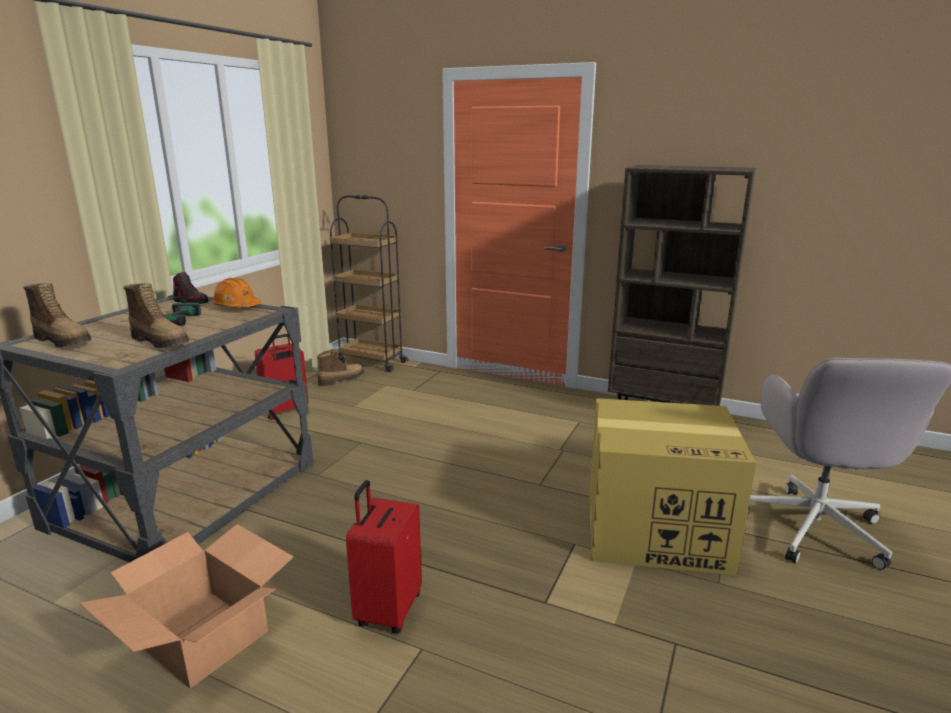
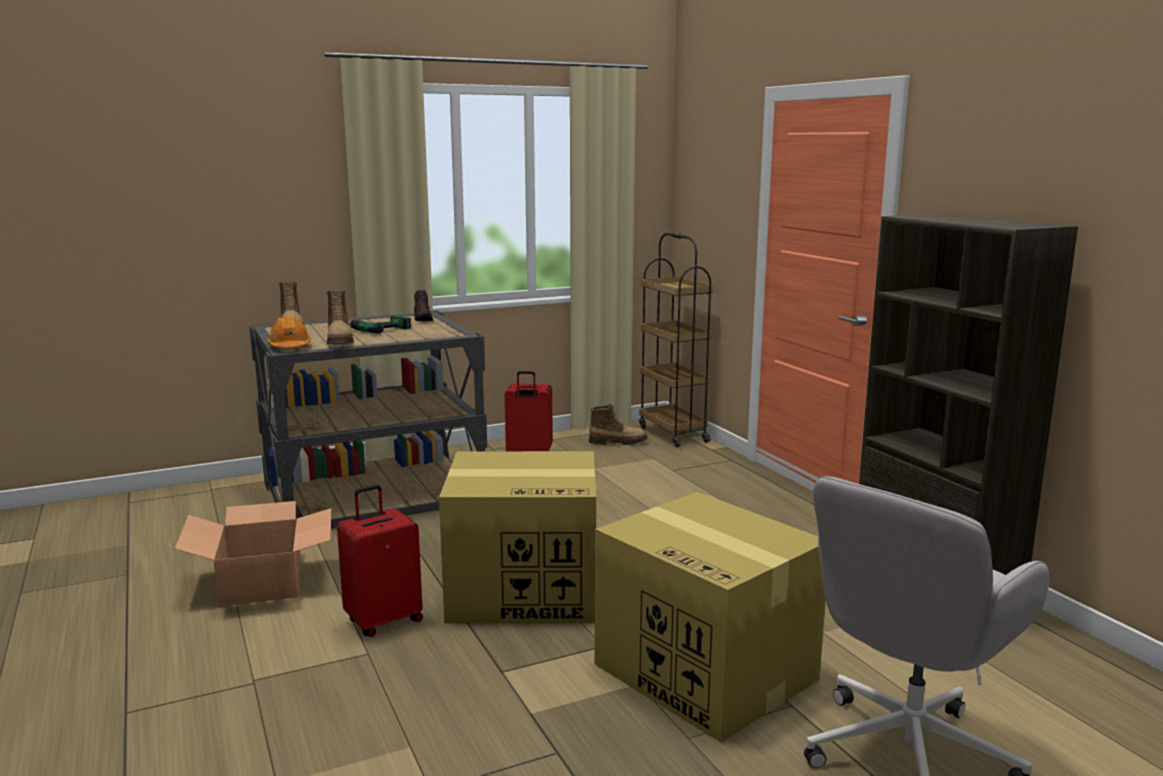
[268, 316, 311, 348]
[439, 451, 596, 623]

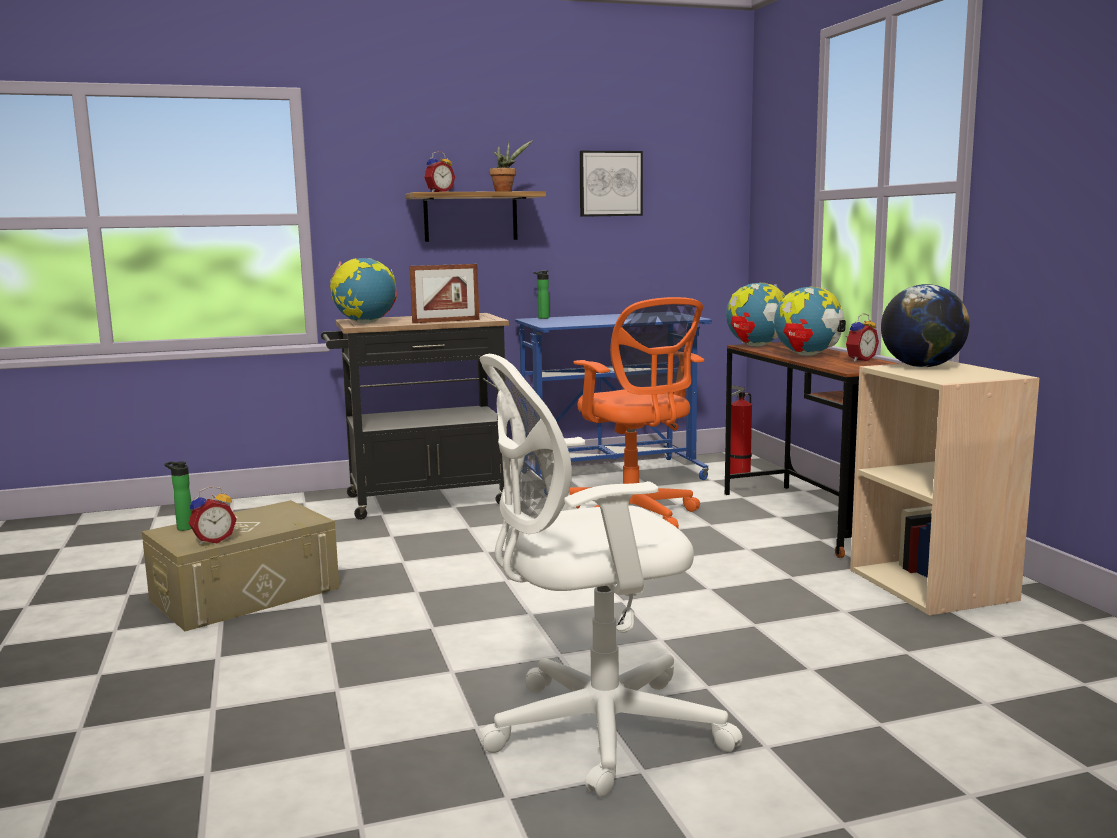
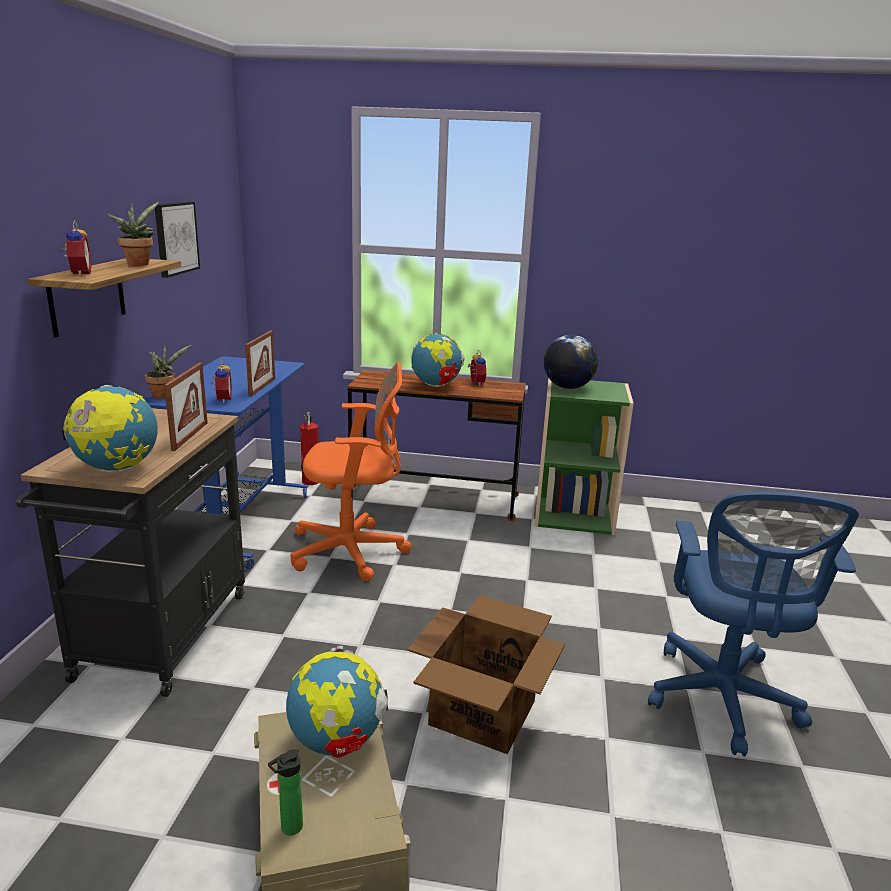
[211, 360, 232, 403]
[648, 491, 859, 756]
[145, 344, 191, 399]
[286, 646, 388, 758]
[535, 378, 634, 535]
[245, 330, 275, 397]
[408, 595, 565, 754]

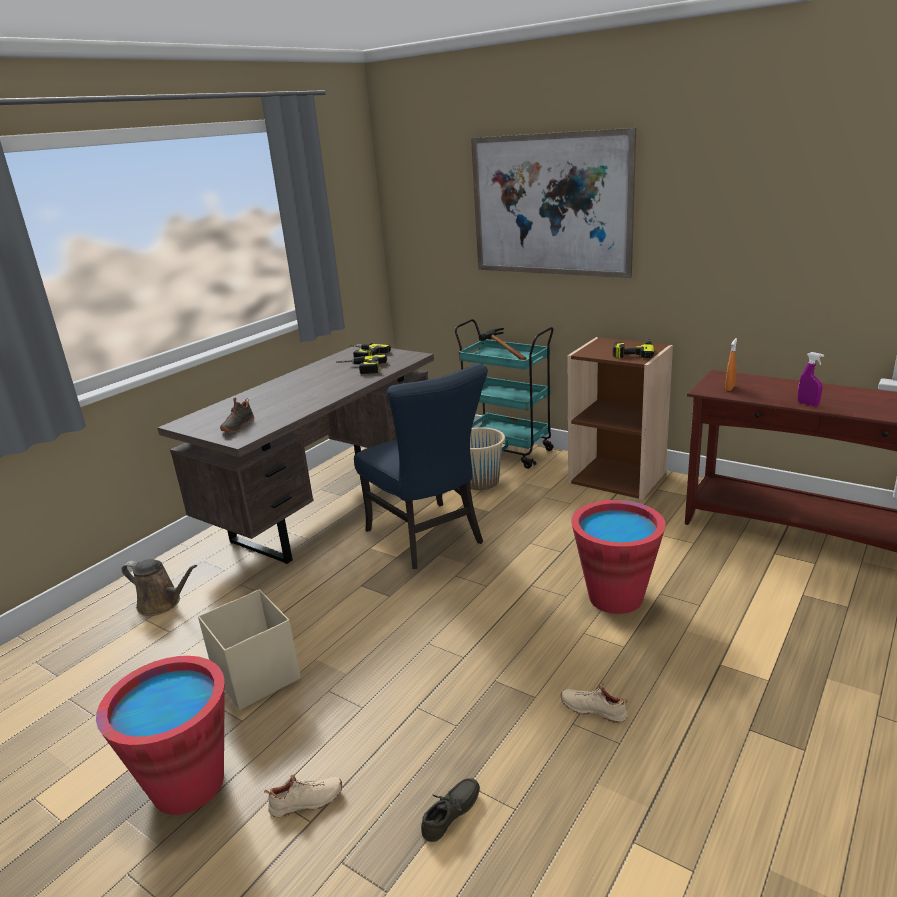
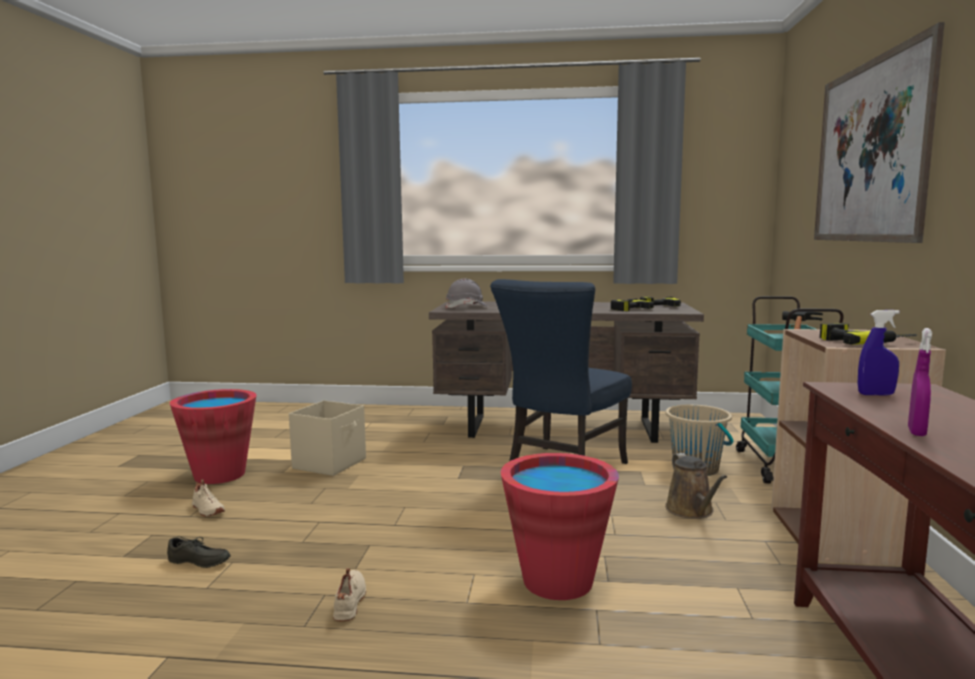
[665, 453, 727, 519]
[446, 278, 488, 308]
[858, 310, 900, 395]

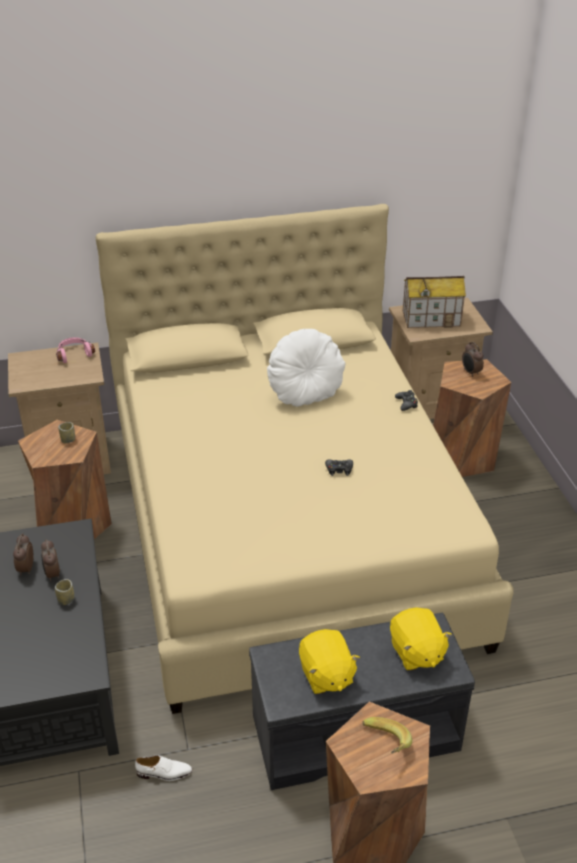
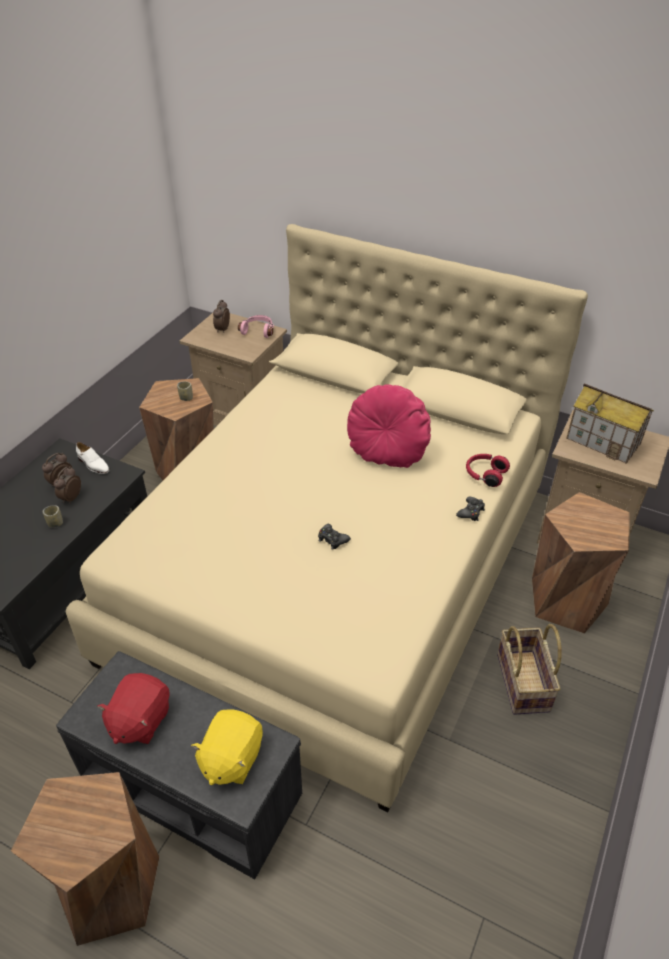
[76, 442, 109, 474]
[347, 384, 431, 468]
[97, 673, 169, 744]
[362, 717, 412, 753] (first image)
[213, 300, 230, 333]
[466, 454, 510, 487]
[497, 624, 562, 715]

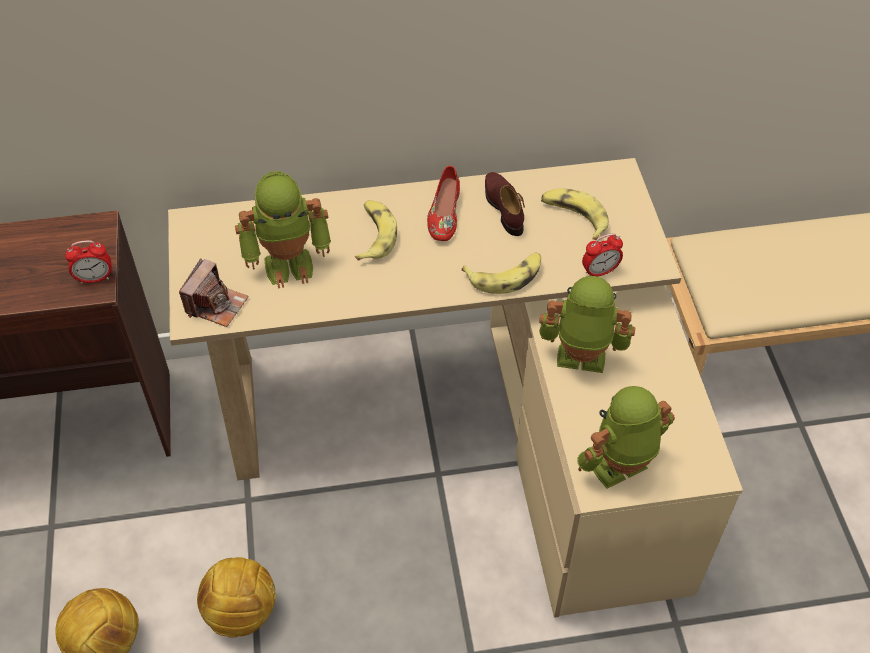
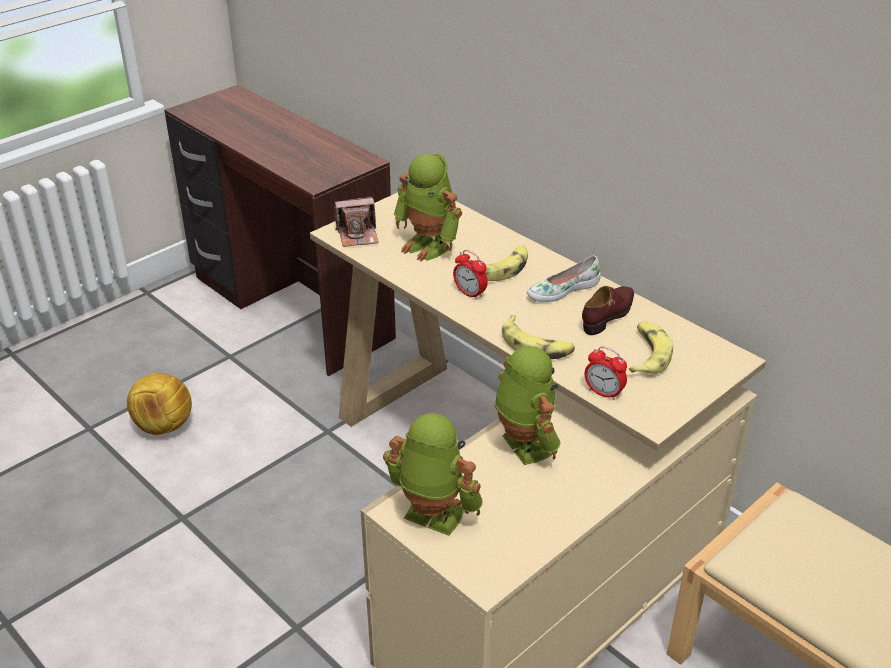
[453, 250, 488, 300]
[197, 557, 276, 637] (first image)
[527, 256, 601, 302]

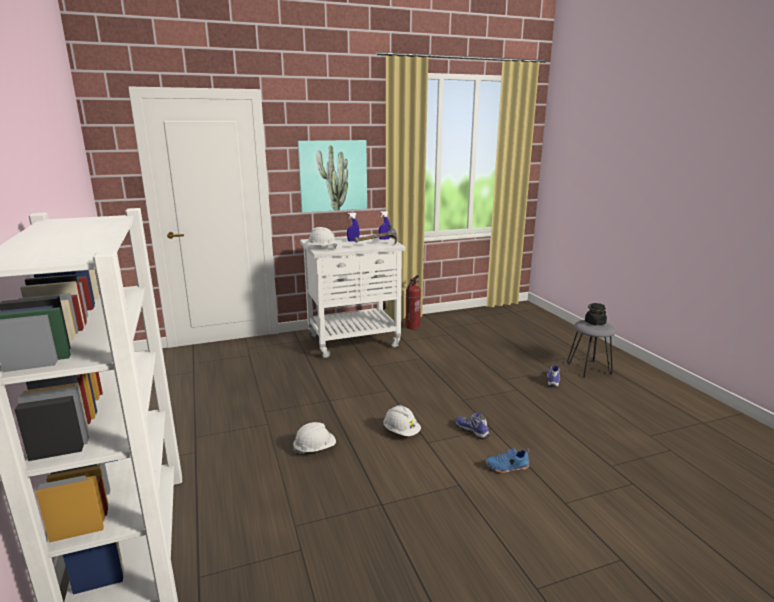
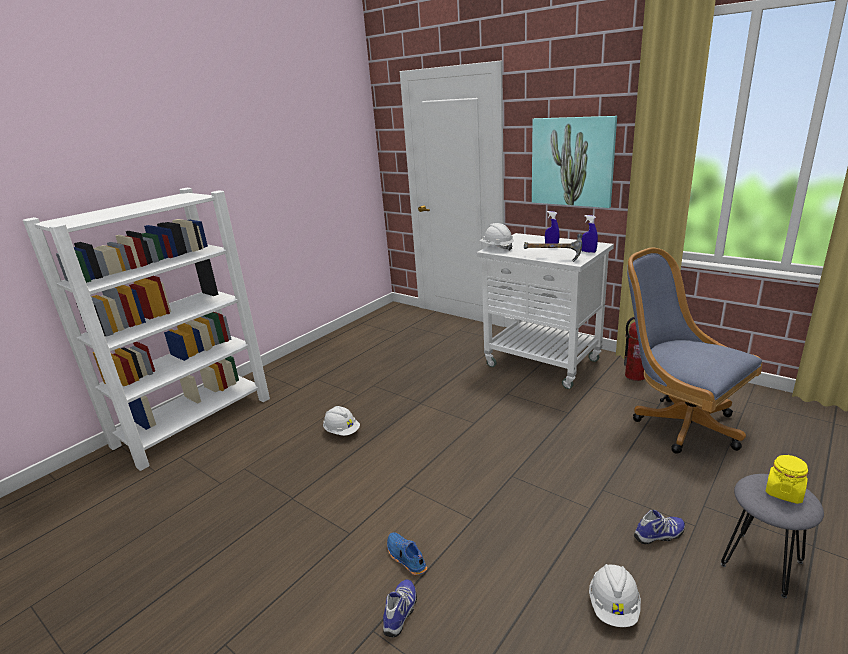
[589, 564, 641, 627]
[383, 579, 417, 637]
[766, 455, 808, 504]
[627, 247, 762, 454]

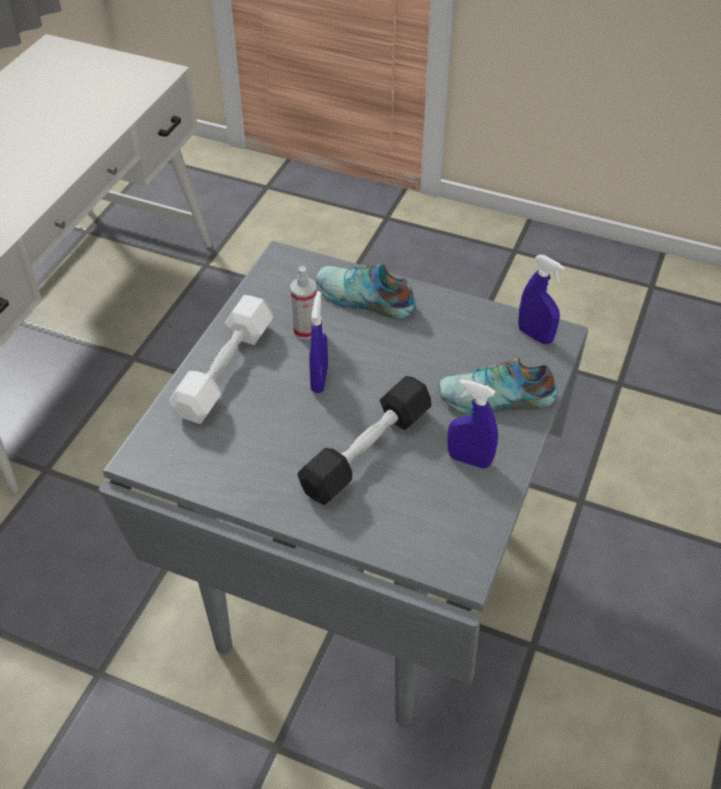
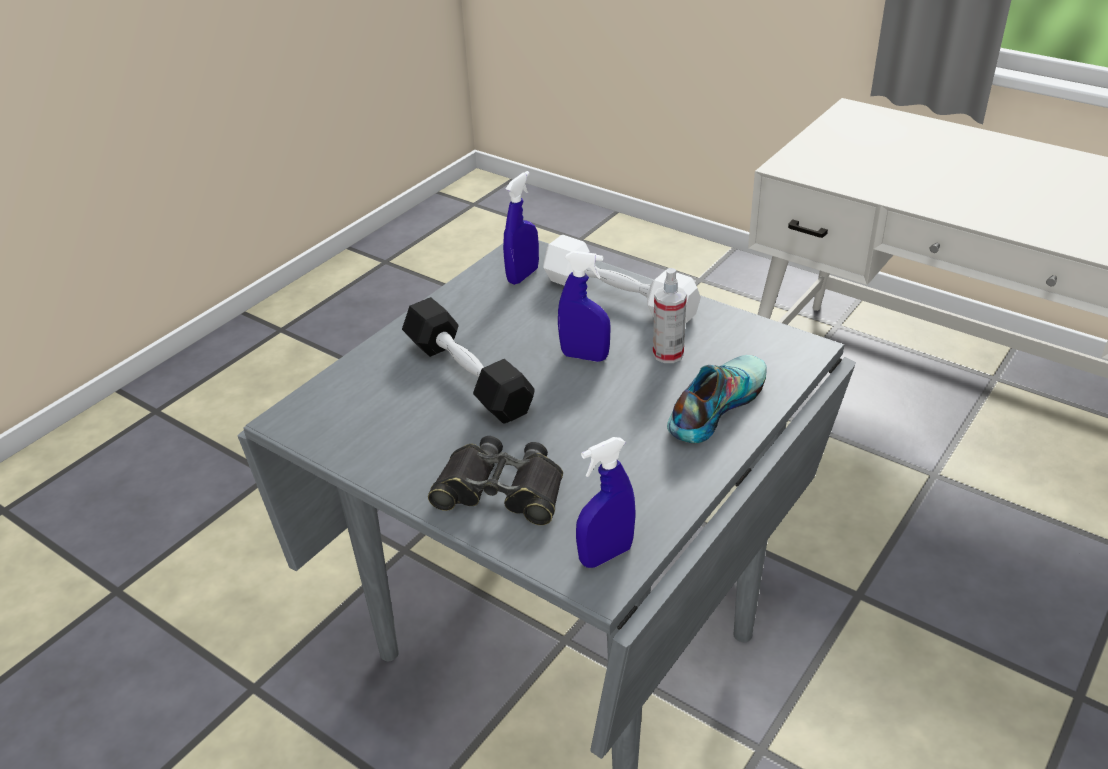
[428, 436, 563, 525]
[503, 171, 539, 285]

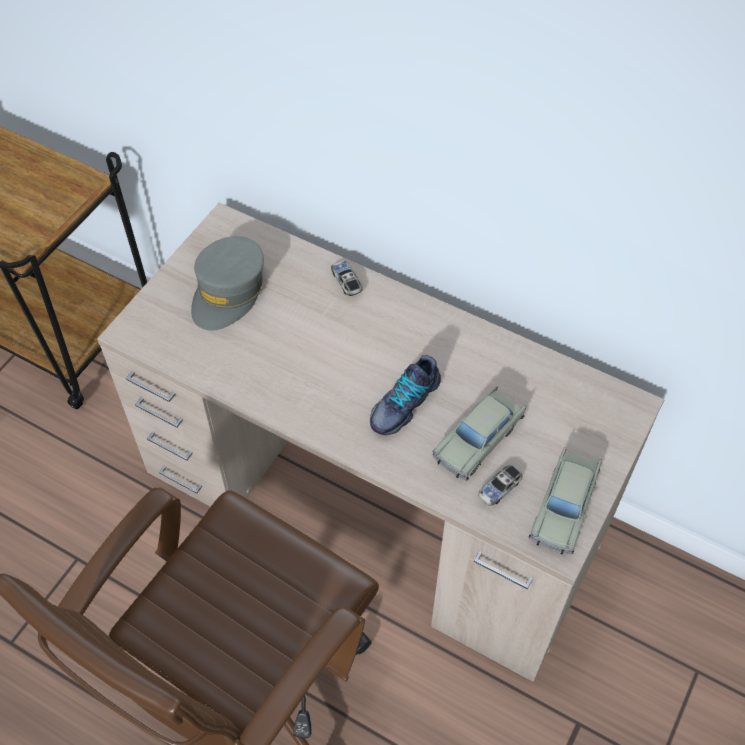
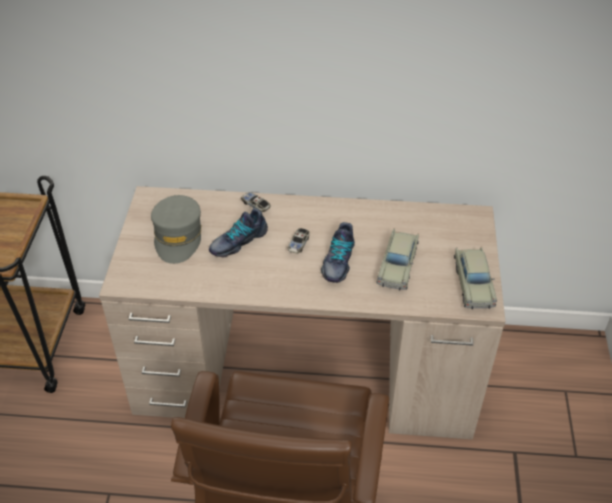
[288, 228, 310, 254]
[209, 208, 268, 258]

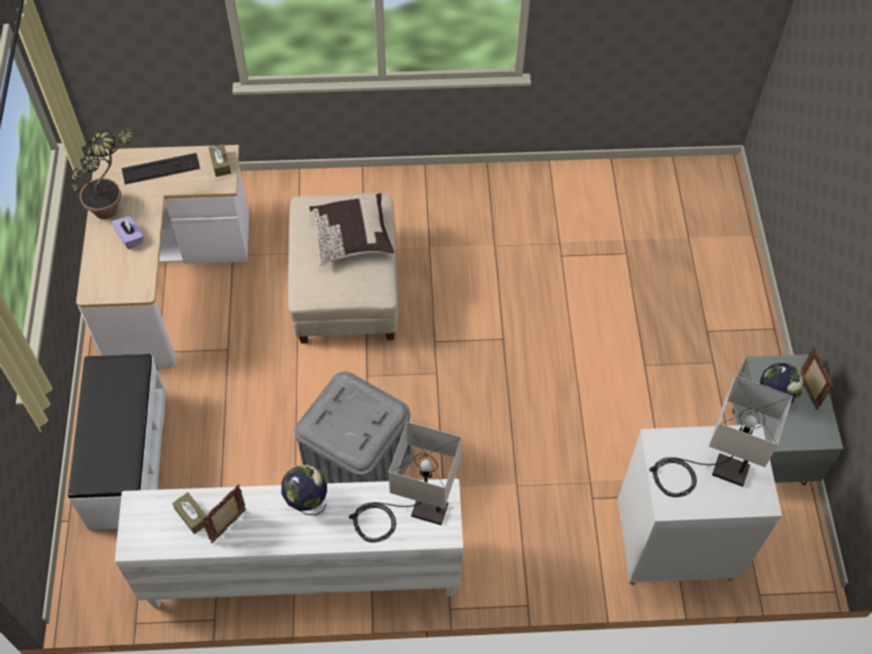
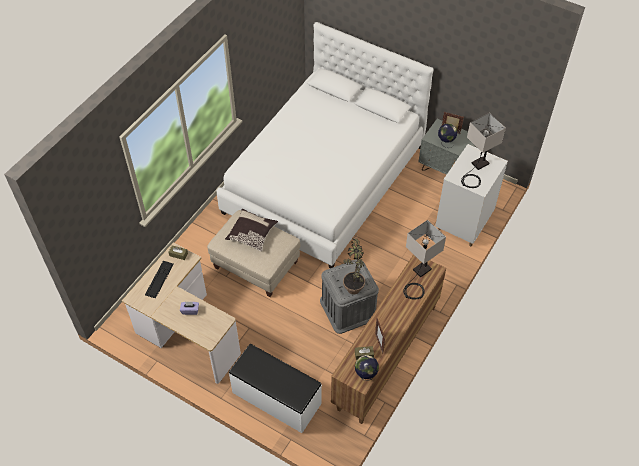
[343, 233, 365, 295]
[331, 254, 446, 424]
[355, 355, 379, 381]
[216, 22, 433, 268]

